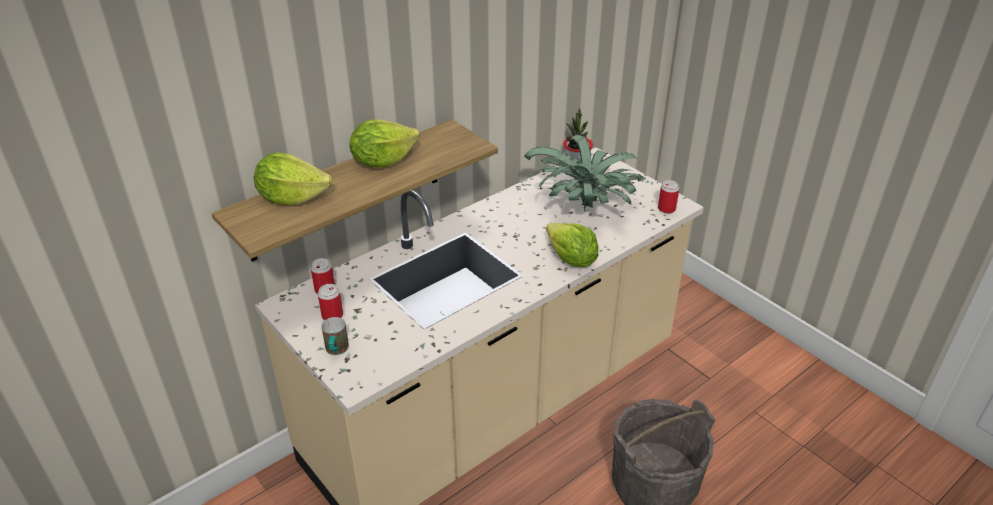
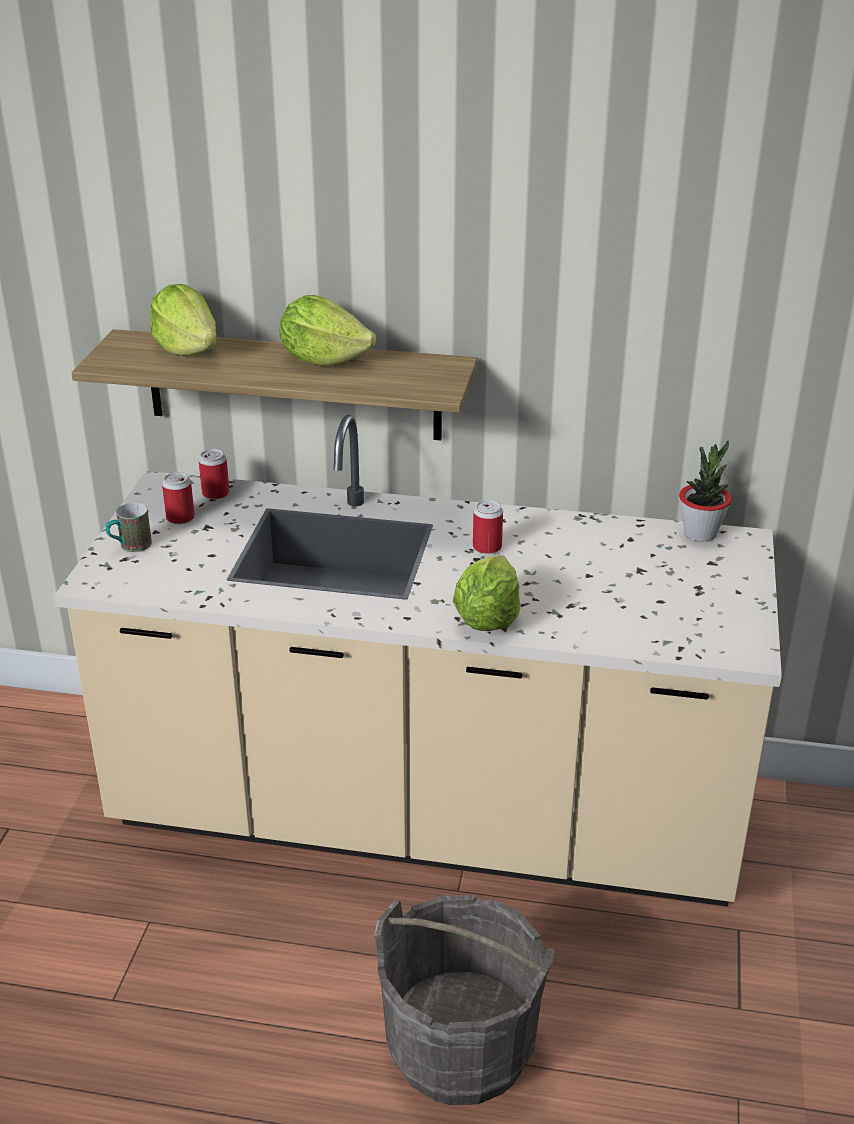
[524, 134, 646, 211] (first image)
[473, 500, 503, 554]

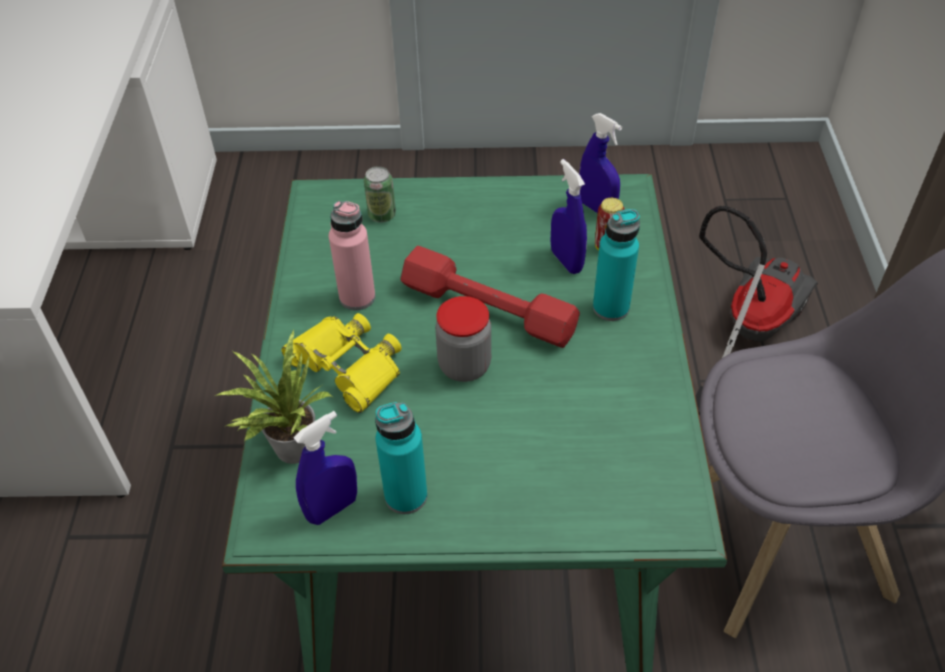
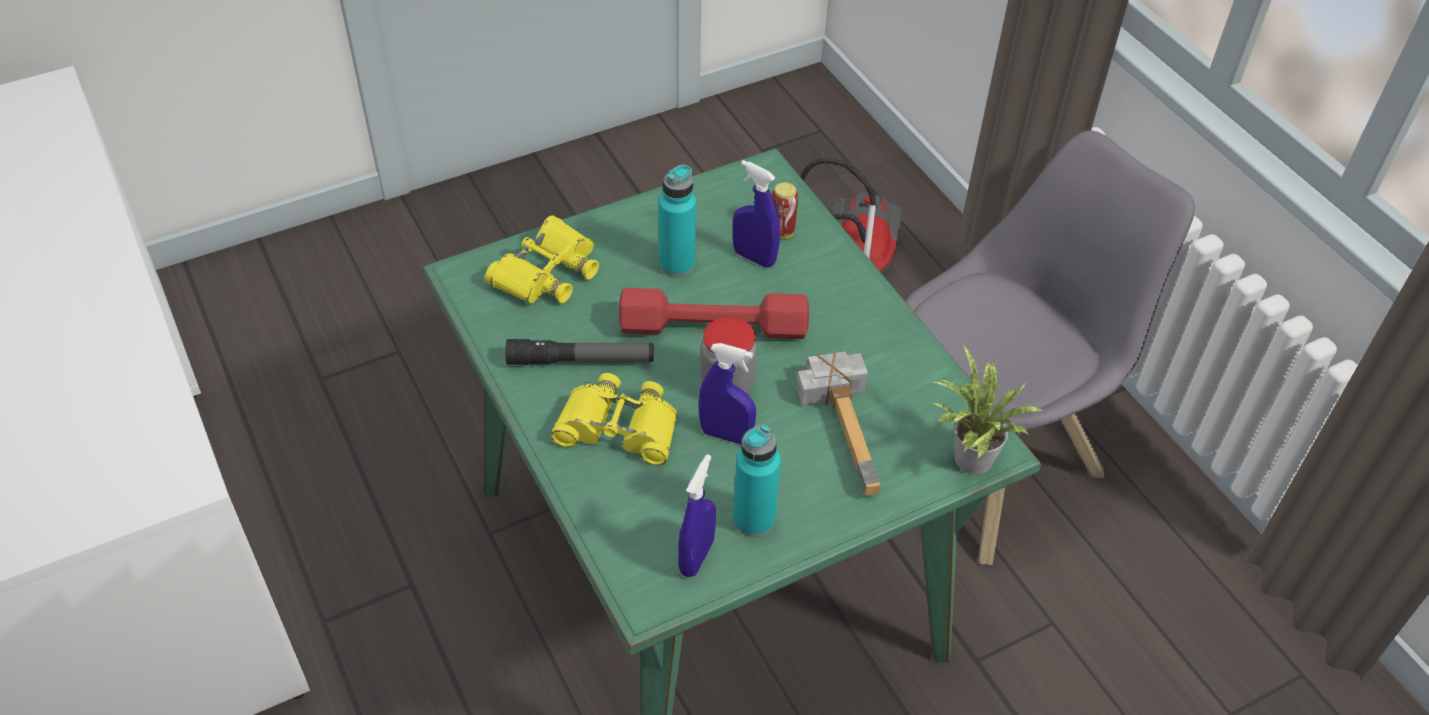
[932, 345, 1043, 475]
[505, 339, 654, 365]
[485, 215, 599, 304]
[698, 343, 756, 444]
[658, 164, 696, 277]
[796, 351, 881, 496]

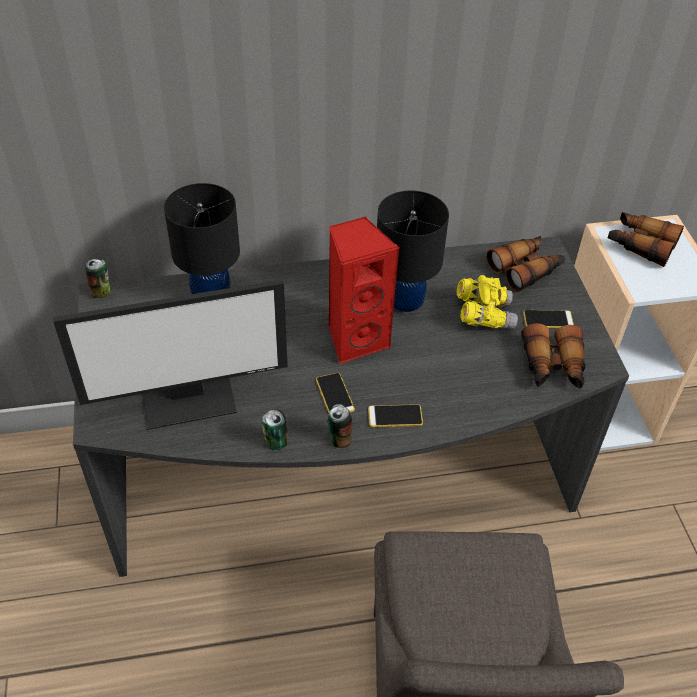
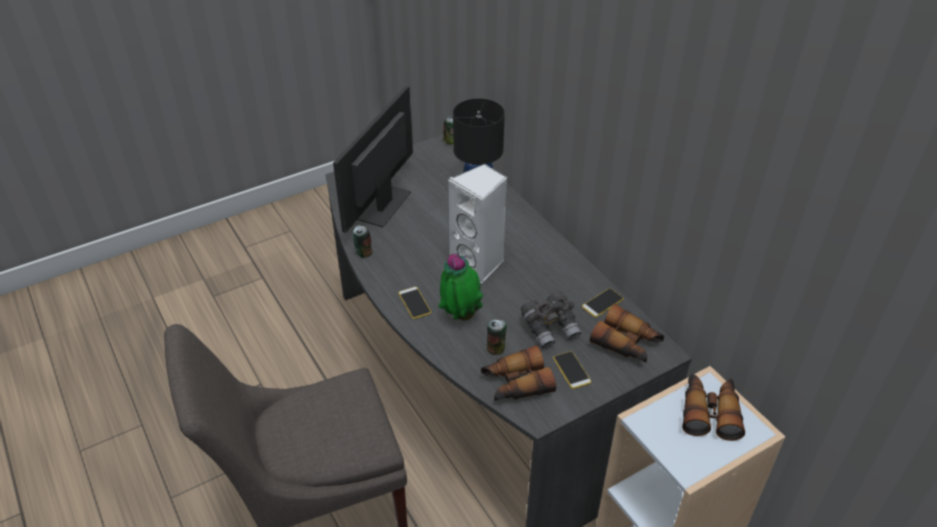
[333, 86, 413, 233]
[582, 288, 624, 317]
[487, 320, 506, 355]
[448, 164, 507, 284]
[377, 190, 449, 312] (first image)
[521, 292, 581, 349]
[438, 254, 483, 321]

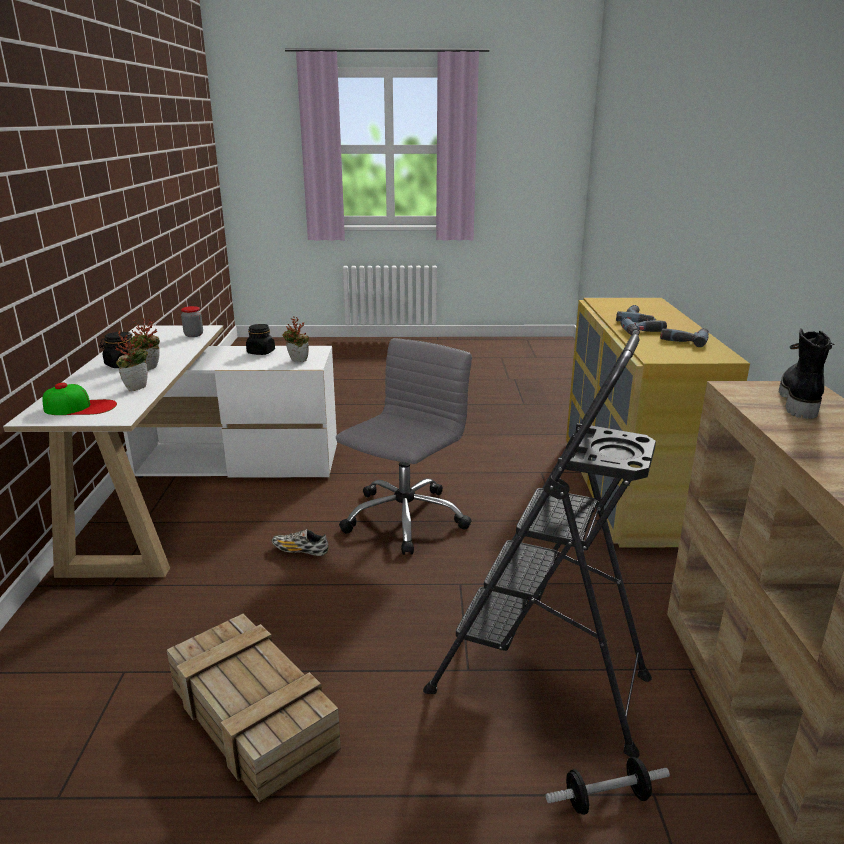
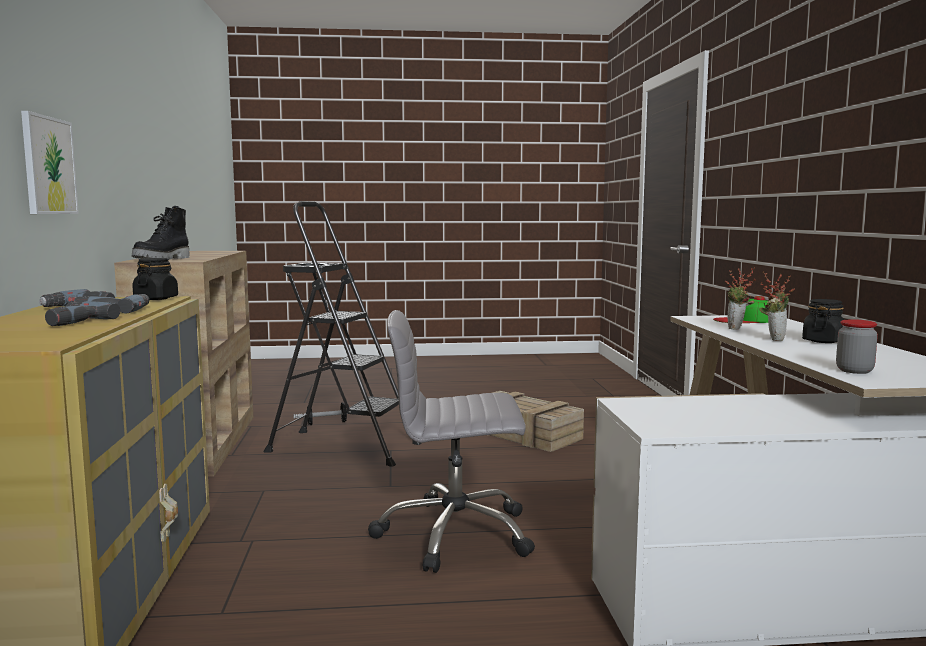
[132, 258, 178, 300]
[272, 529, 329, 556] (first image)
[282, 316, 309, 362] (first image)
[368, 310, 535, 573]
[21, 111, 79, 214]

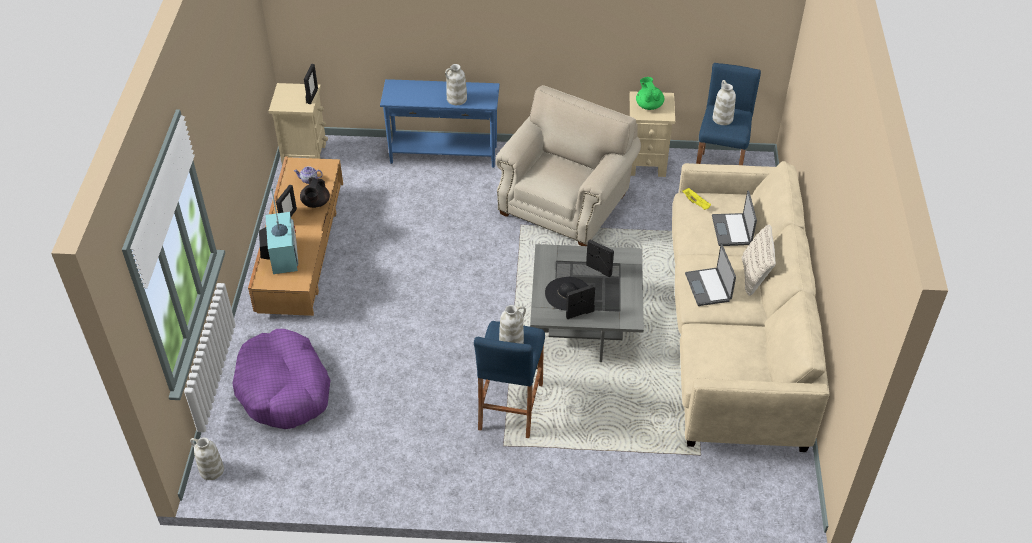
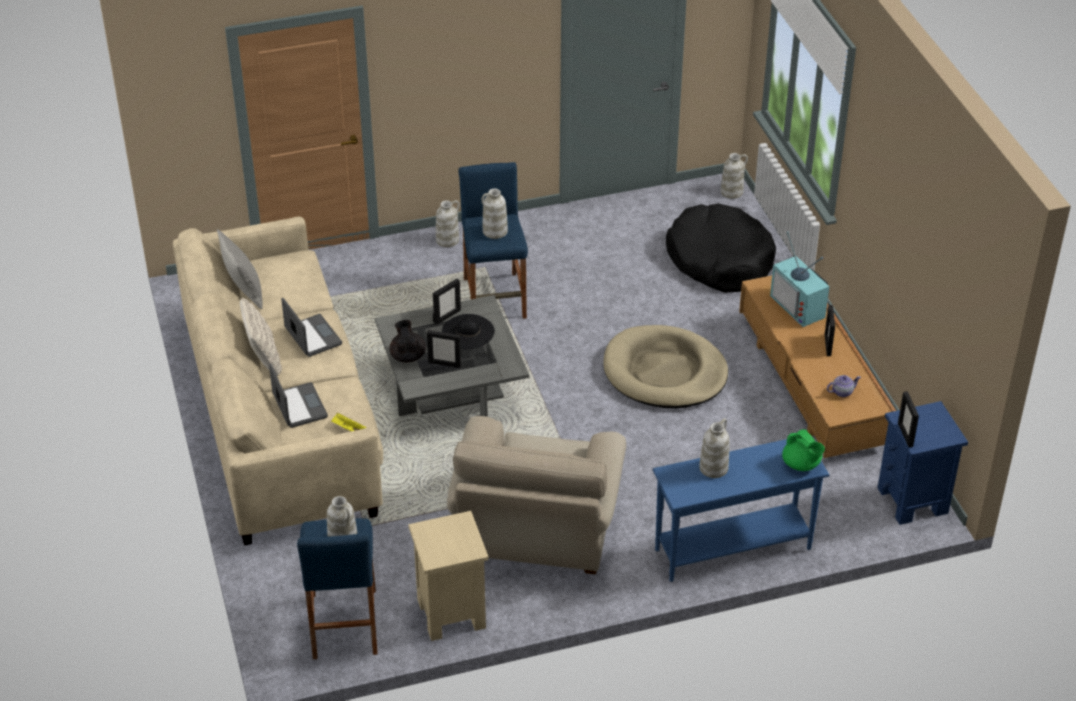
[666, 204, 776, 293]
[877, 401, 968, 525]
[389, 320, 426, 363]
[782, 429, 825, 471]
[217, 229, 263, 309]
[436, 200, 460, 247]
[603, 325, 728, 408]

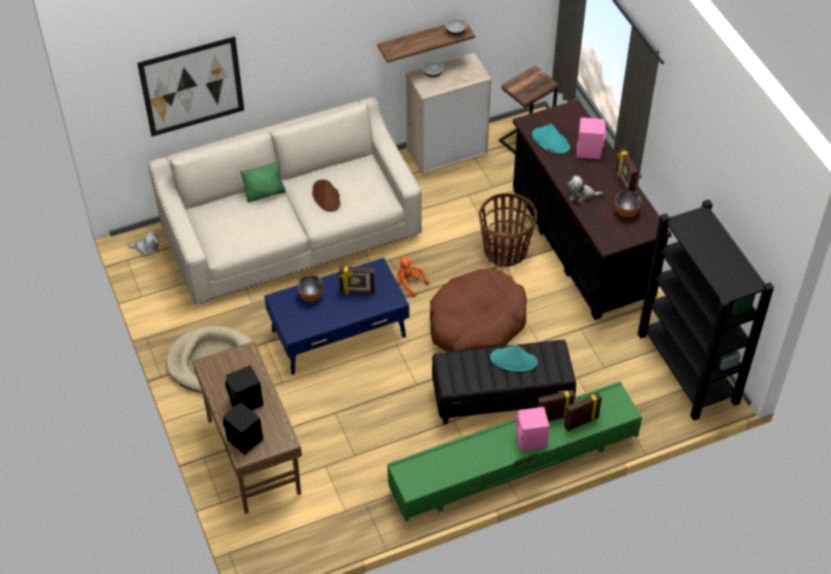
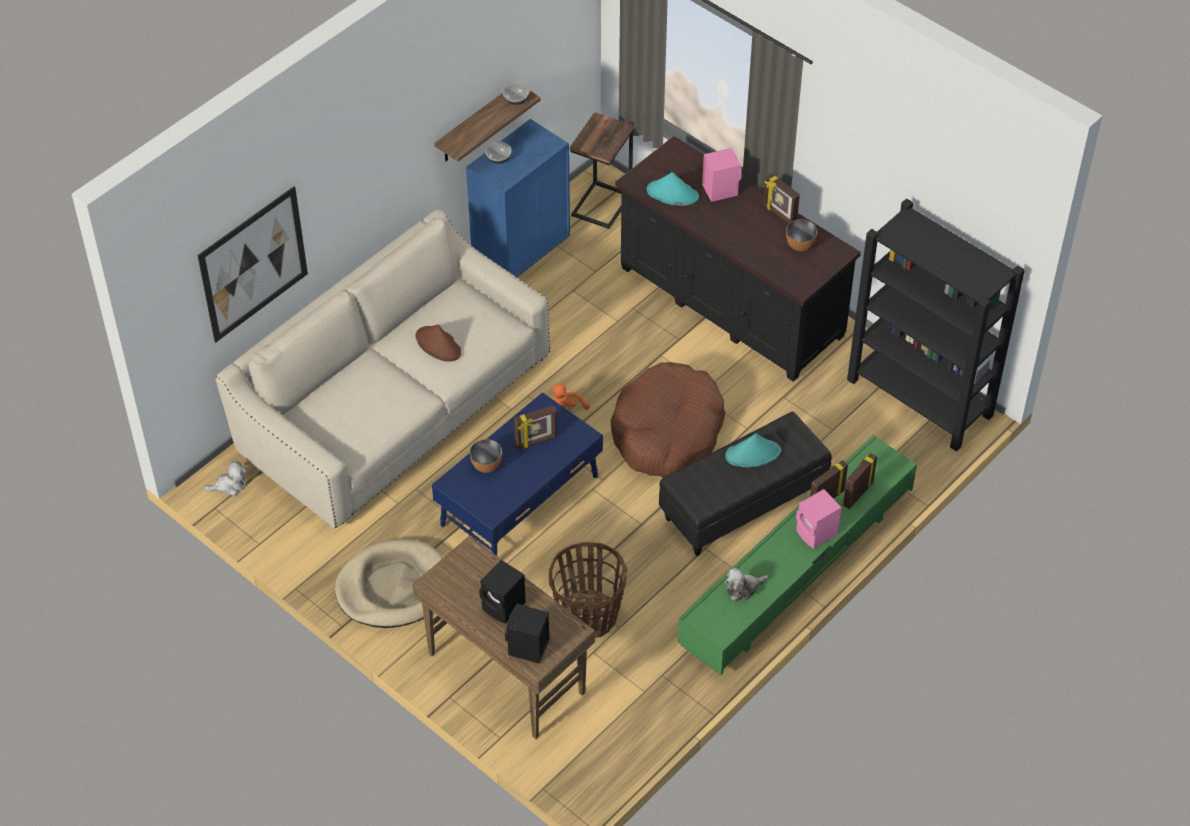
[240, 160, 286, 203] (first image)
[466, 119, 570, 277]
[549, 541, 627, 638]
[726, 568, 769, 601]

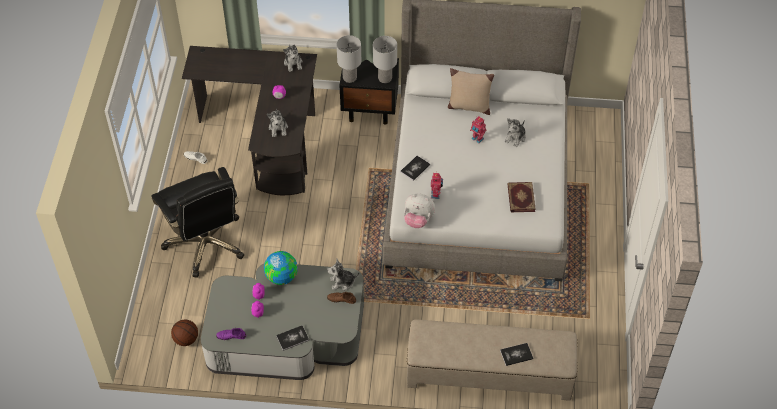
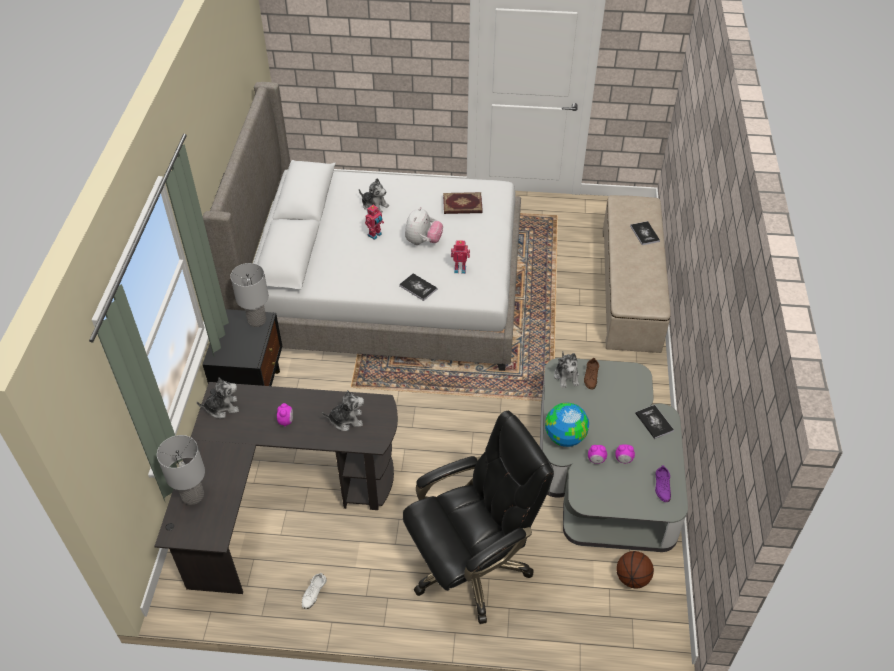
[157, 435, 205, 505]
[405, 207, 443, 245]
[448, 68, 494, 115] (first image)

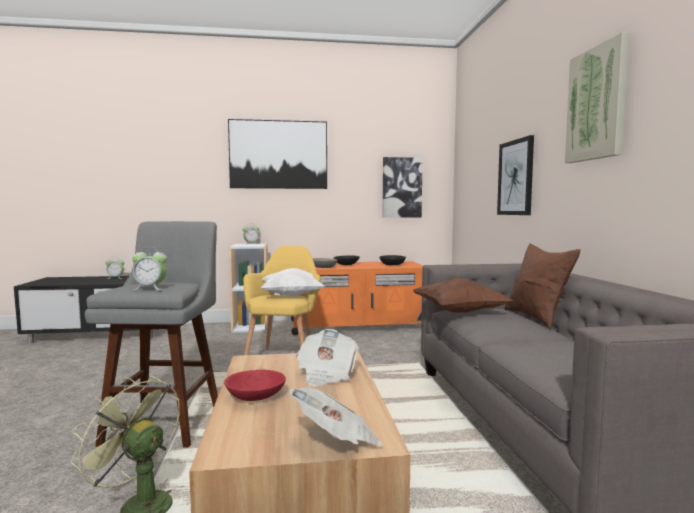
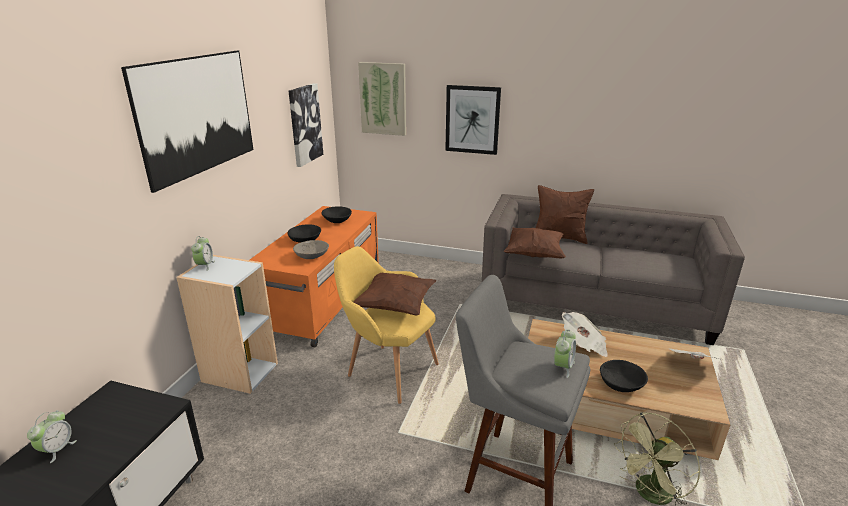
[600, 360, 648, 392]
[354, 273, 436, 316]
[358, 62, 406, 136]

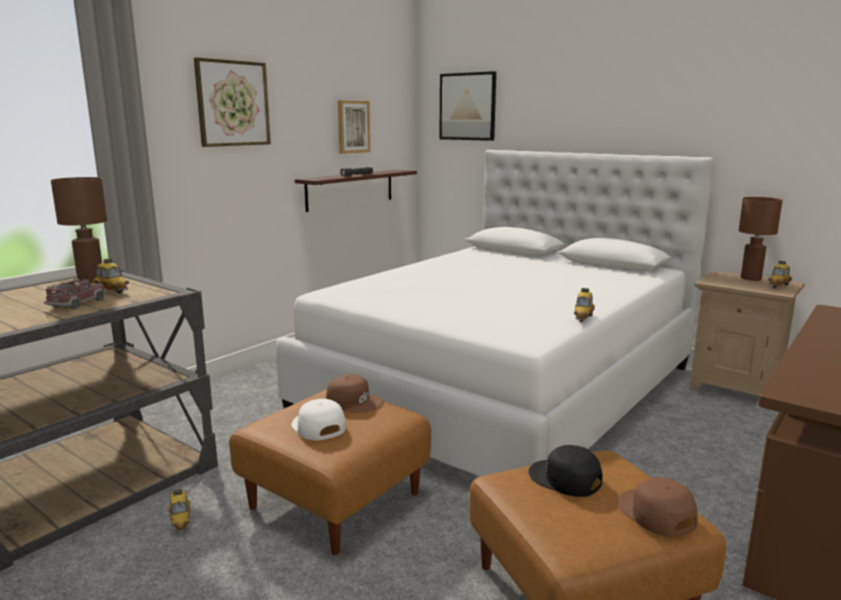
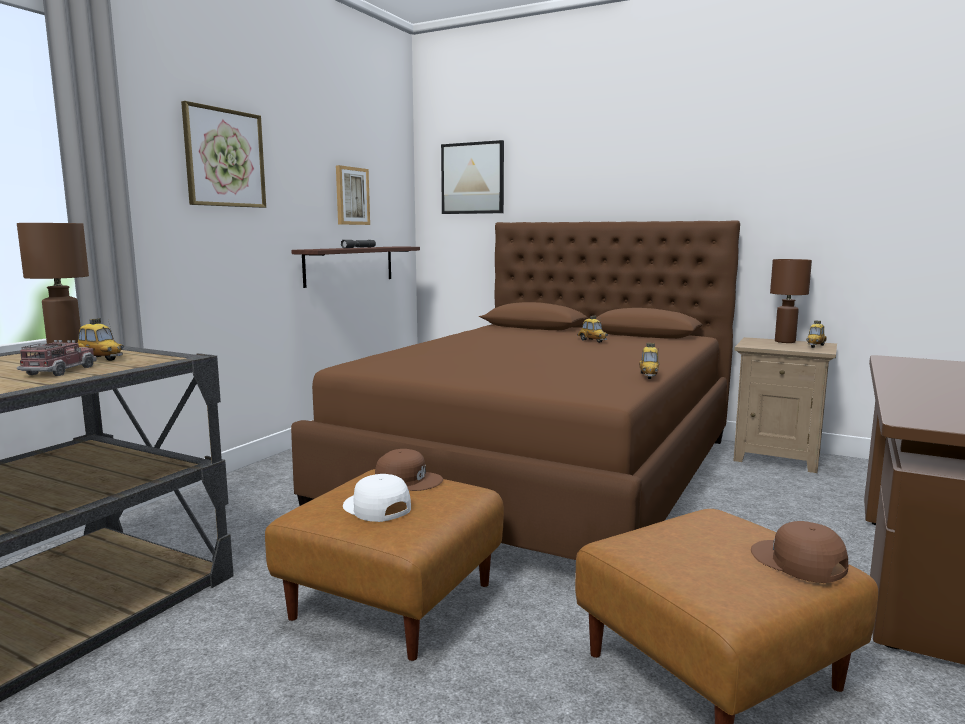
[577, 316, 608, 343]
[291, 221, 740, 560]
[529, 445, 602, 497] (first image)

